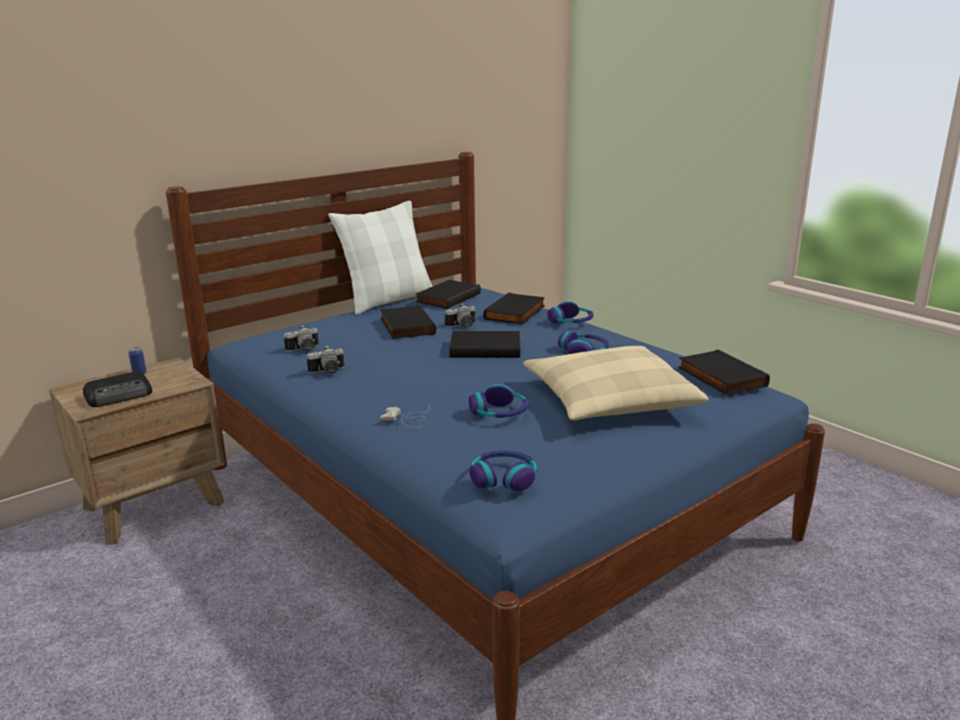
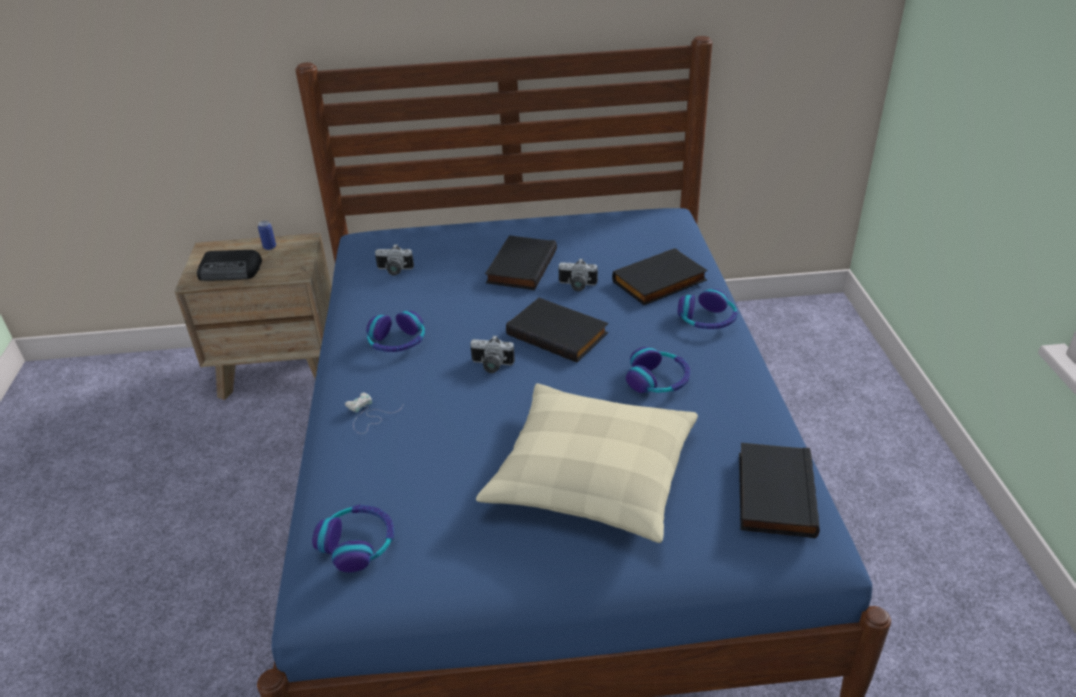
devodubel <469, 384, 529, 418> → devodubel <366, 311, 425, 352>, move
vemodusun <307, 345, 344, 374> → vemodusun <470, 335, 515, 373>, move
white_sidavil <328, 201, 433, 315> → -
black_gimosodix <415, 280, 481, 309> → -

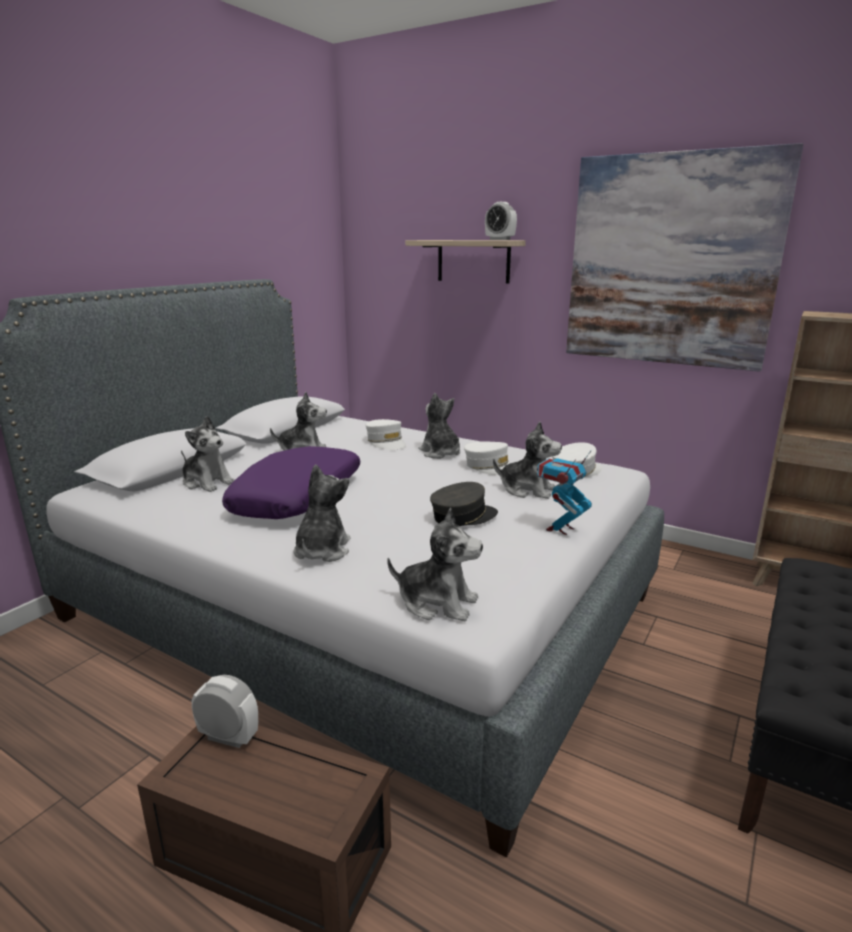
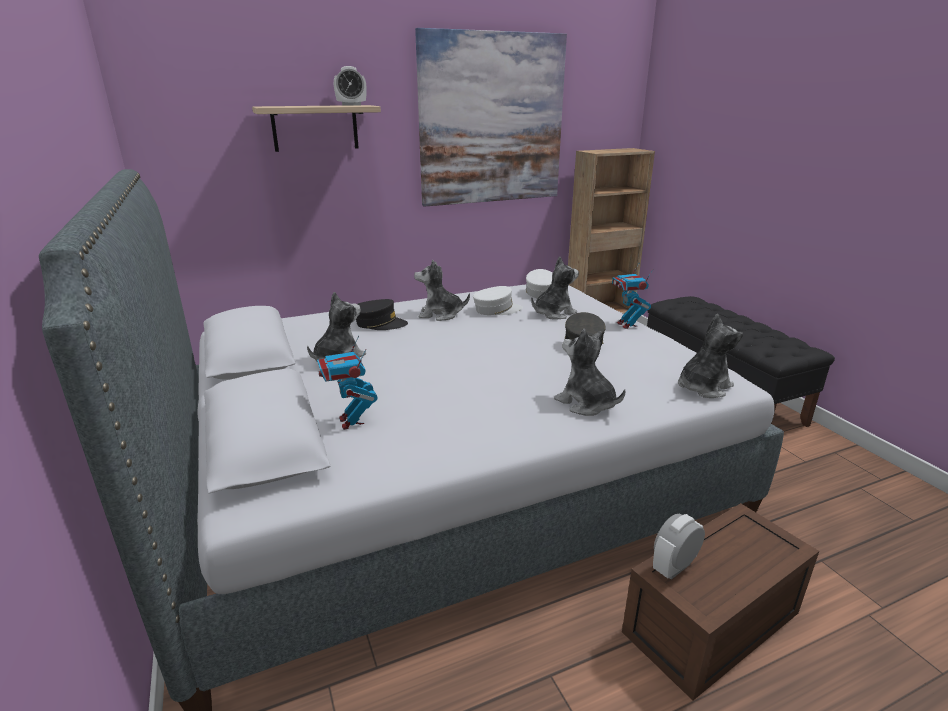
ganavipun <181, 416, 235, 492> → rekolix <317, 336, 378, 430>
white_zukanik <366, 419, 406, 450> → black_zukanik <356, 299, 408, 330>
purple_sidavil <222, 446, 360, 519> → -

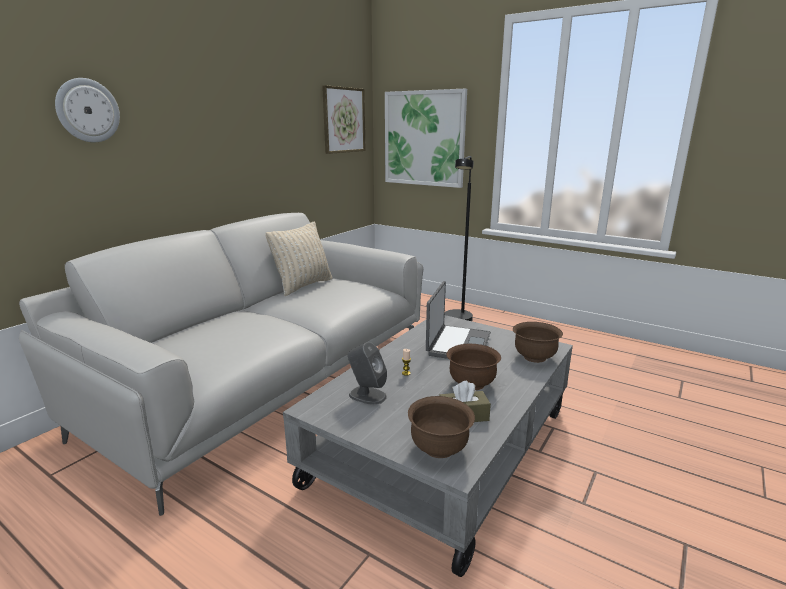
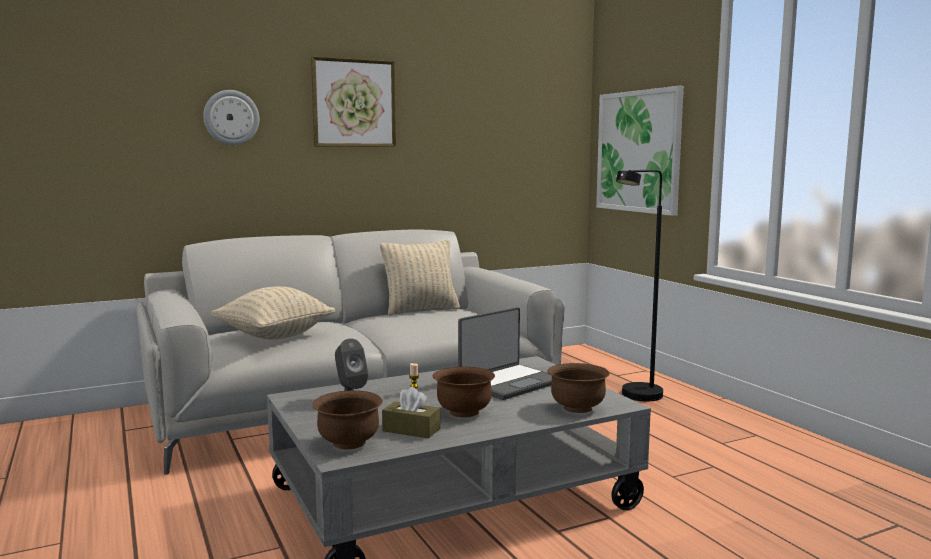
- → beige_sidavil <211, 286, 335, 340>
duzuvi <322, 85, 366, 154> → duzuvi <311, 57, 396, 147>, move

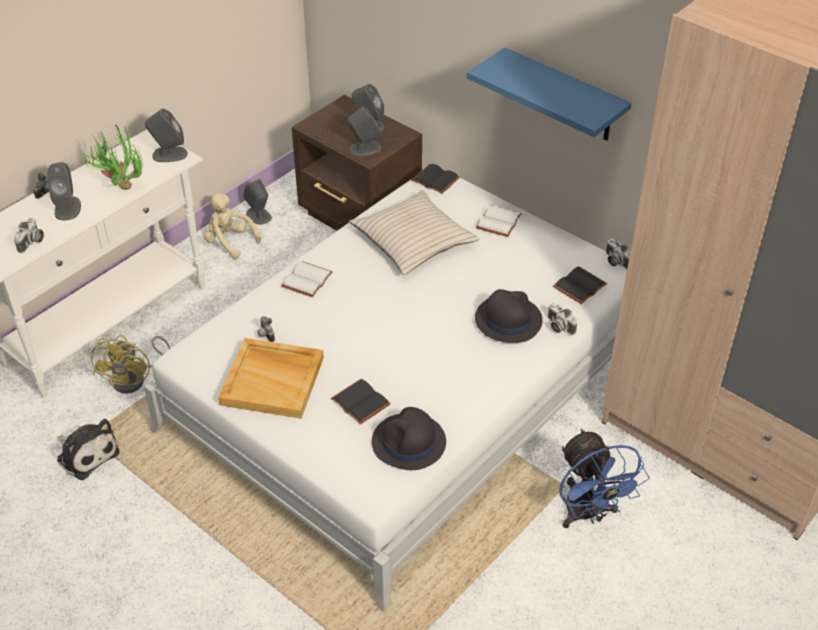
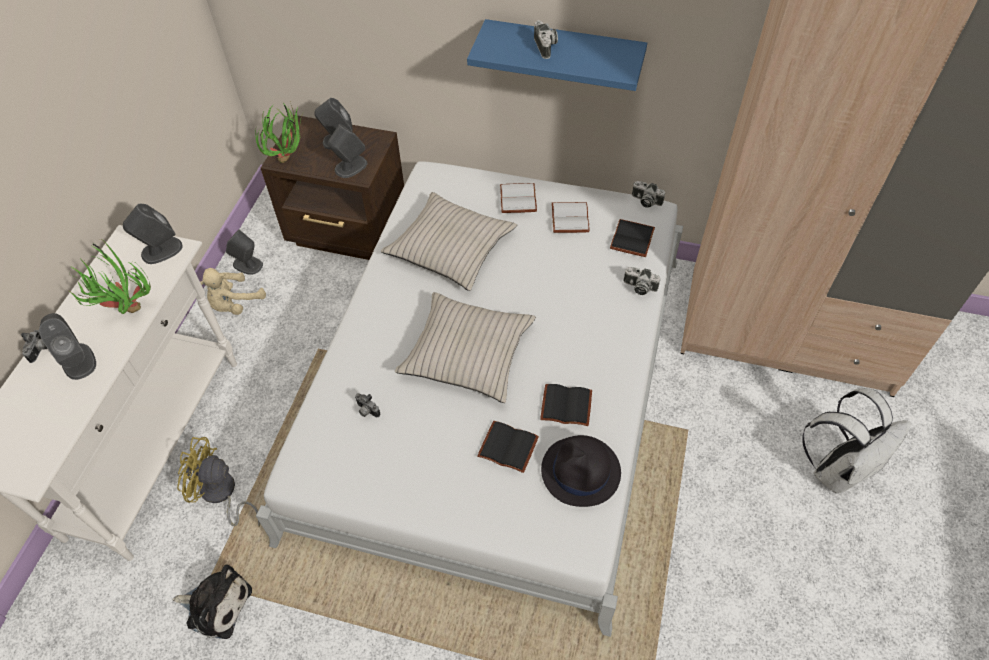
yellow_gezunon <91, 335, 170, 394> → yellow_gezunon <177, 437, 260, 526>, 120 degrees clockwise
beige_ganavipun <204, 193, 261, 259> → beige_ganavipun <200, 268, 266, 315>, 60 degrees counterclockwise
- → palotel <255, 102, 304, 163>
- → beige_sidavil <395, 292, 536, 403>
vemodusun <14, 218, 44, 253> → vemodusun <534, 20, 558, 59>, move
black_gimosodix <411, 163, 460, 194> → black_gimosodix <540, 384, 592, 426>, move
white_gimosodix <281, 261, 333, 297> → white_gimosodix <552, 202, 590, 233>, move
- → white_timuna <802, 388, 911, 493>
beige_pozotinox <218, 338, 324, 419> → -
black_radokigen <475, 289, 543, 343> → -
blue_gezunon <559, 429, 650, 528> → -

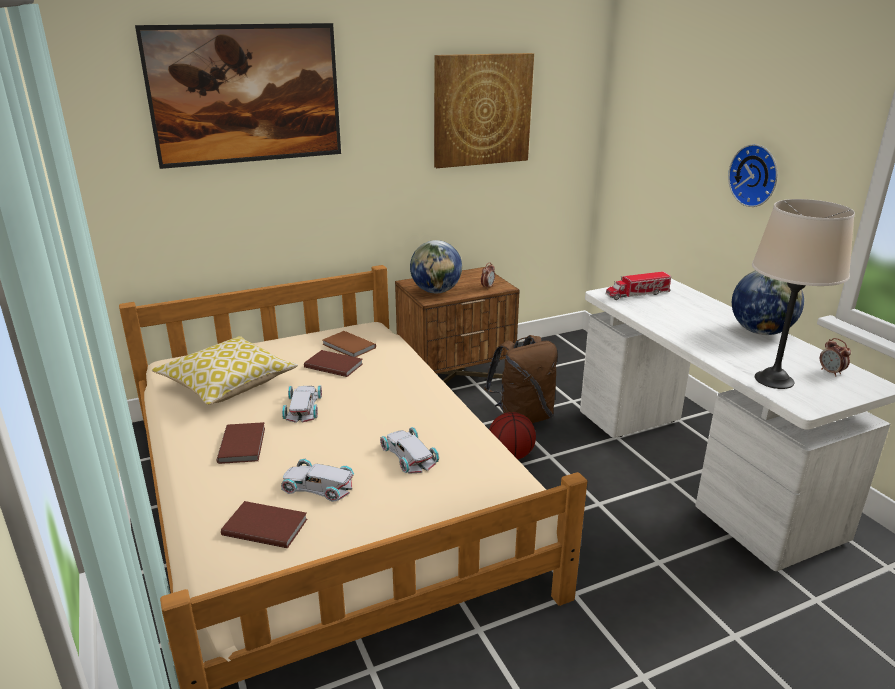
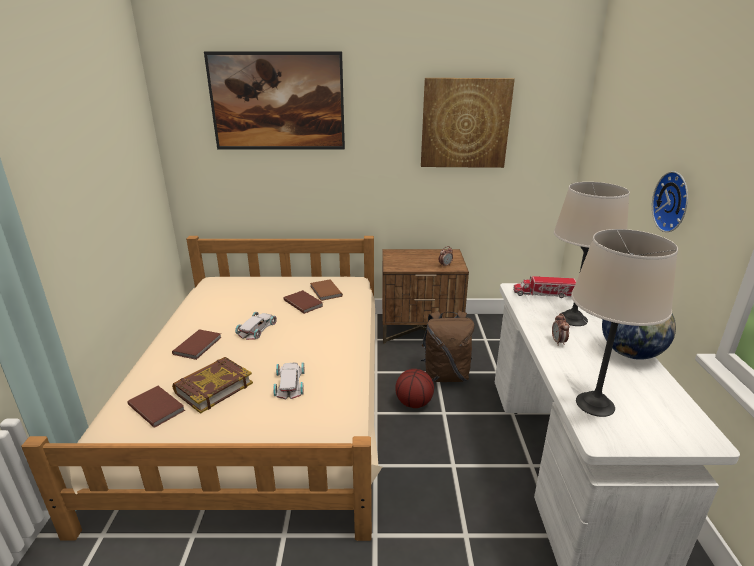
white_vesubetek <281, 459, 354, 502> → gimosodix <172, 357, 253, 414>
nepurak <820, 338, 851, 377> → nepurak <552, 313, 570, 346>, move
- → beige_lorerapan <554, 182, 630, 326>
sidavil <152, 336, 298, 405> → -
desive <410, 240, 462, 293> → -

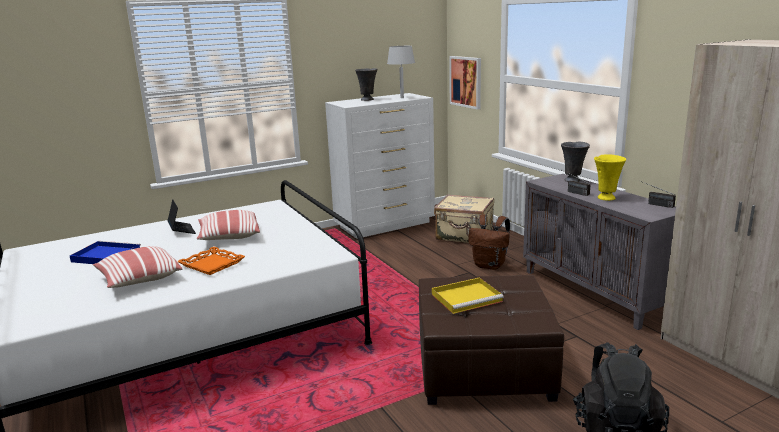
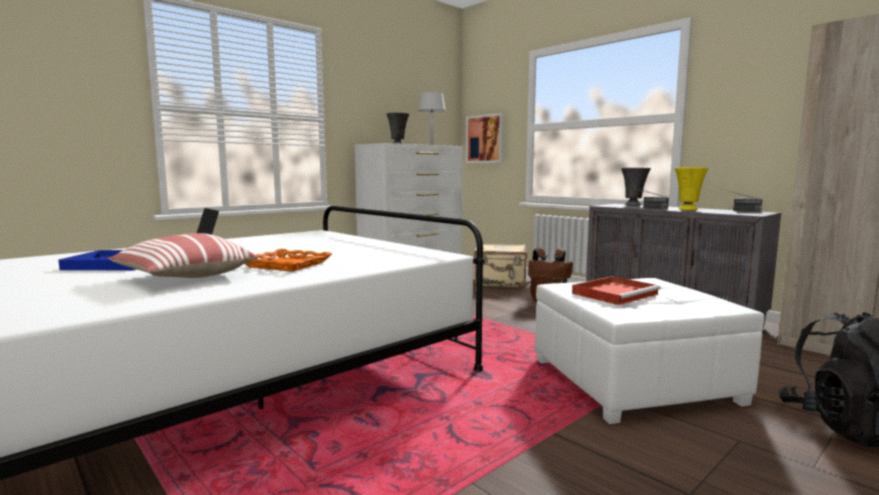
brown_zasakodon <419, 275, 564, 405> → white_zasakodon <535, 278, 764, 424>
yellow_pozotinox <432, 277, 504, 314> → red_pozotinox <572, 276, 661, 305>
sidavil <197, 210, 260, 240> → -

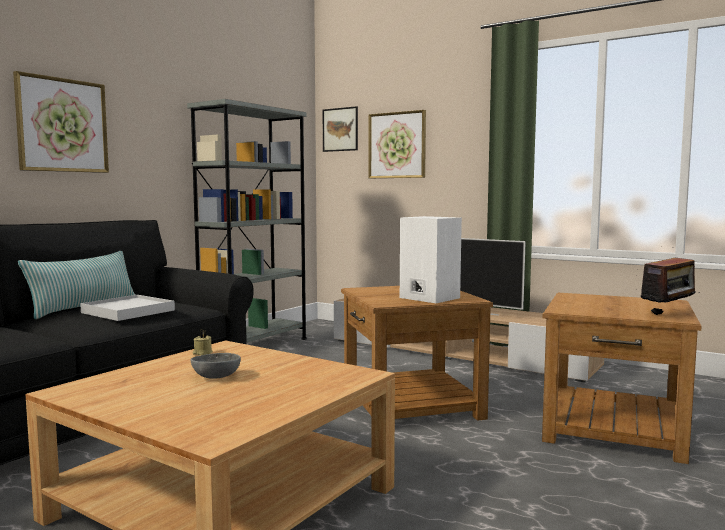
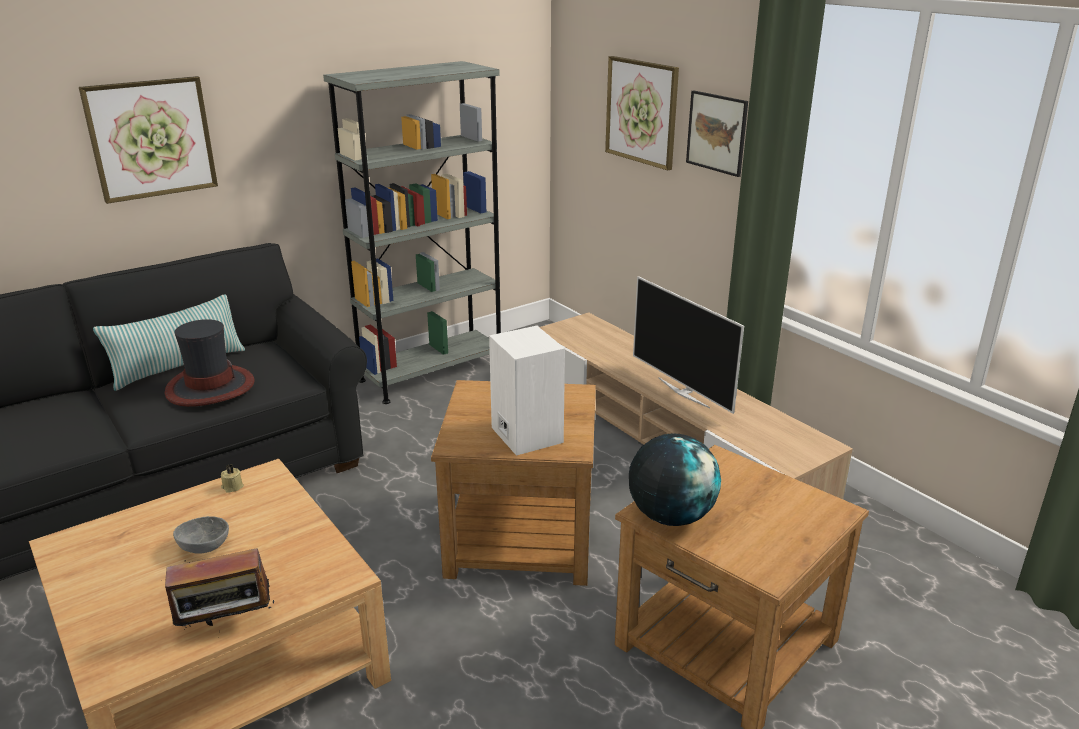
white_pozotinox <80, 295, 175, 321> → radokigen <165, 319, 254, 407>
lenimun <637, 247, 700, 315> → lenimun <165, 546, 275, 633>, move
- → desive <629, 434, 721, 526>
duzuvi <323, 106, 358, 152> → duzuvi <686, 90, 748, 177>, move

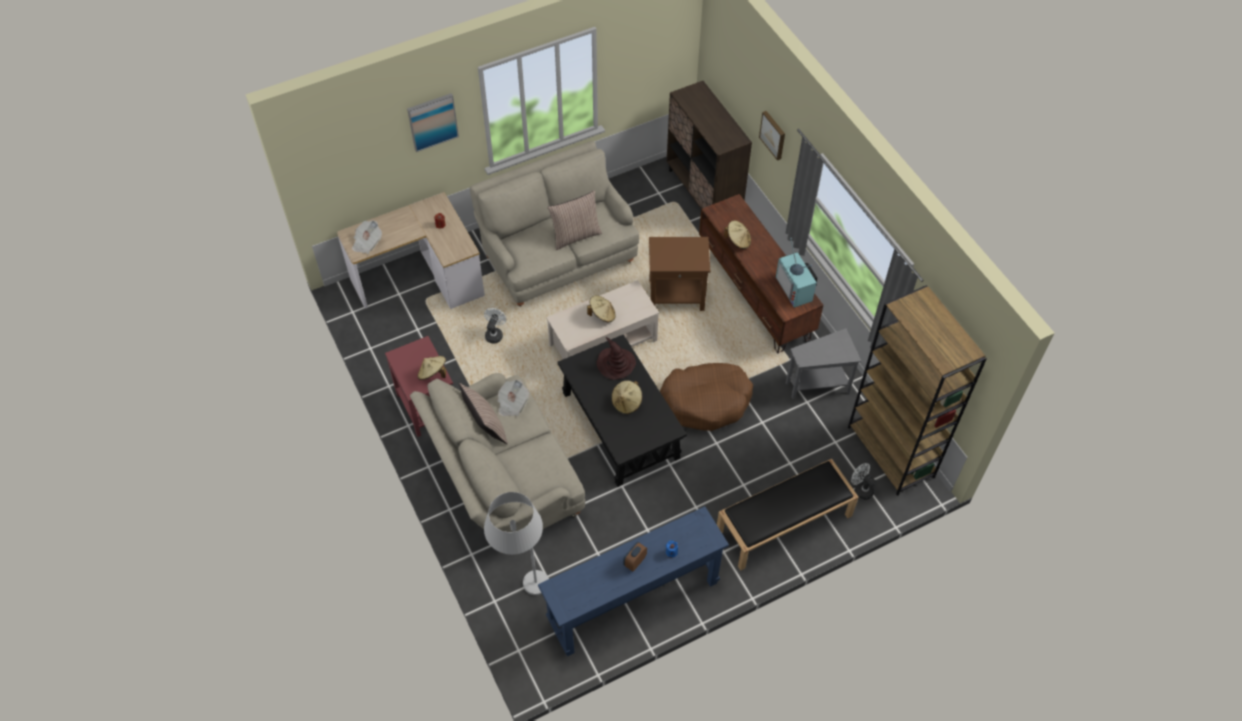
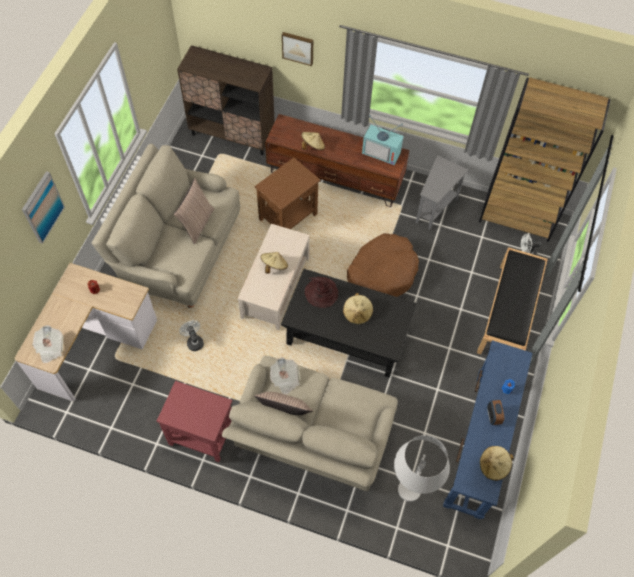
beige_radokigen <418, 356, 446, 380> → beige_radokigen <480, 446, 514, 481>, move

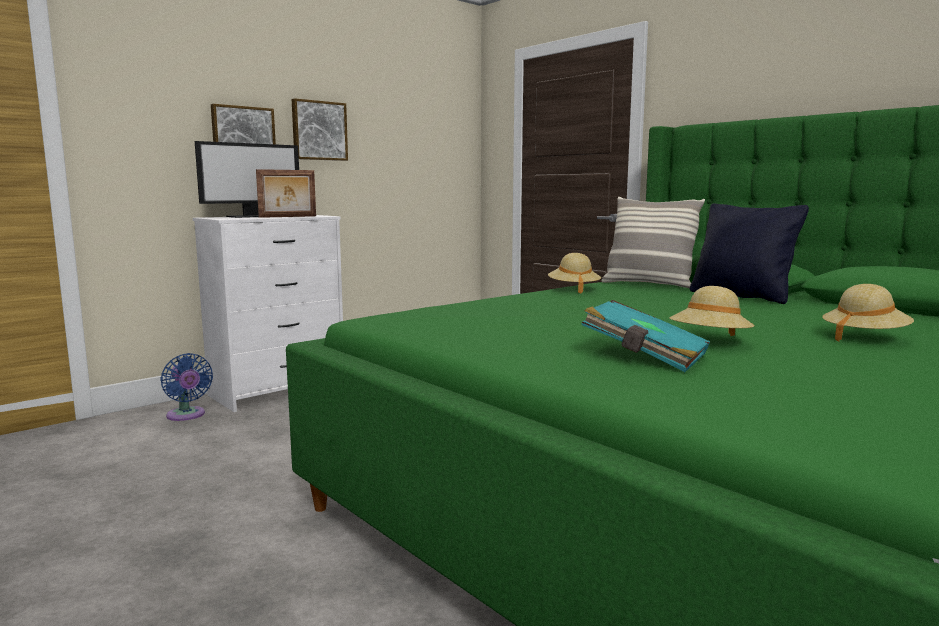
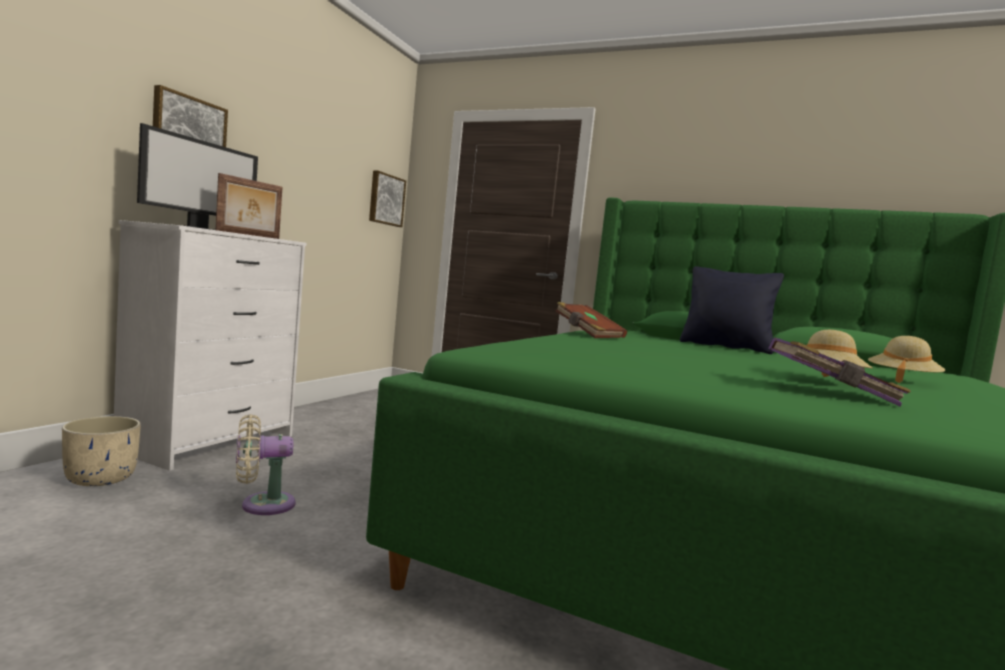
blue_gezunon <160, 353, 213, 421> → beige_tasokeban <62, 416, 141, 486>
- → beige_gezunon <236, 414, 296, 515>
duzuvi <292, 98, 348, 161> → duzuvi <369, 170, 406, 227>, move
beige_radokigen <548, 253, 601, 294> → brown_gimosodix <555, 302, 627, 338>
turquoise_gimosodix <581, 300, 710, 372> → purple_gimosodix <768, 337, 911, 407>
sidavil <602, 197, 705, 288> → -

